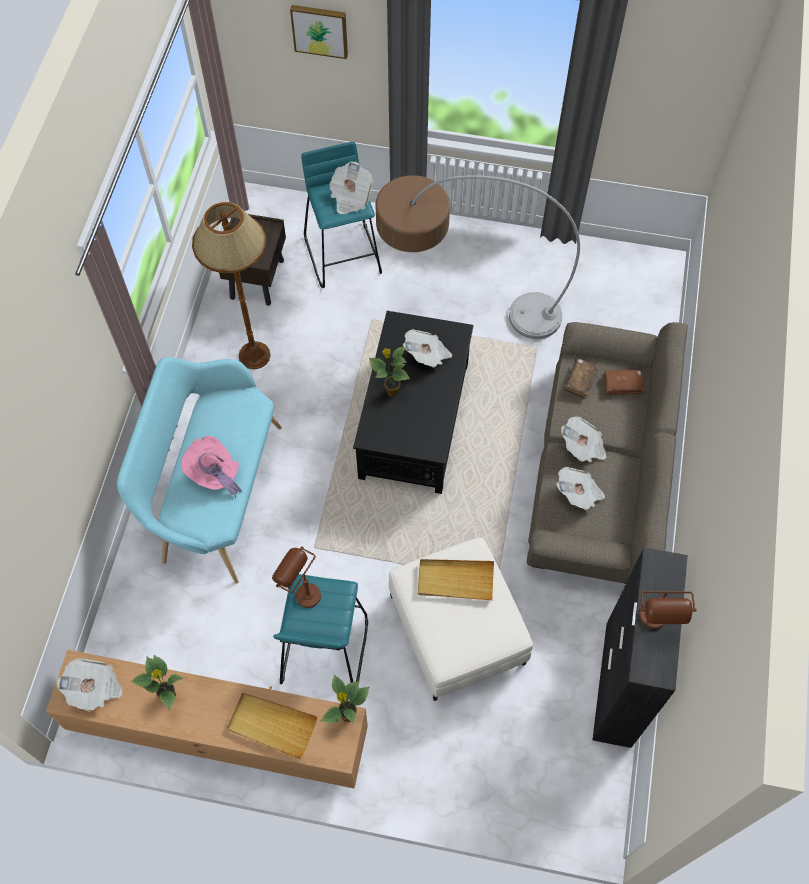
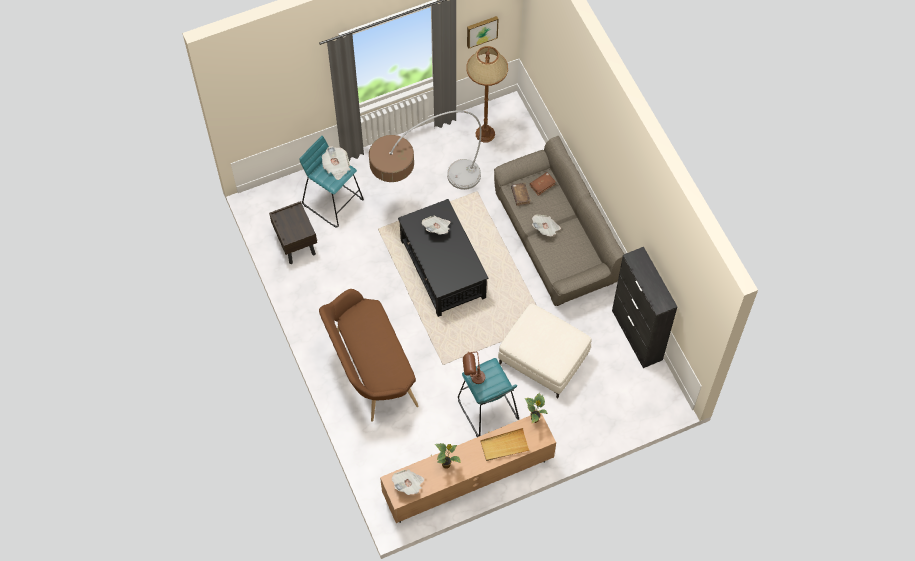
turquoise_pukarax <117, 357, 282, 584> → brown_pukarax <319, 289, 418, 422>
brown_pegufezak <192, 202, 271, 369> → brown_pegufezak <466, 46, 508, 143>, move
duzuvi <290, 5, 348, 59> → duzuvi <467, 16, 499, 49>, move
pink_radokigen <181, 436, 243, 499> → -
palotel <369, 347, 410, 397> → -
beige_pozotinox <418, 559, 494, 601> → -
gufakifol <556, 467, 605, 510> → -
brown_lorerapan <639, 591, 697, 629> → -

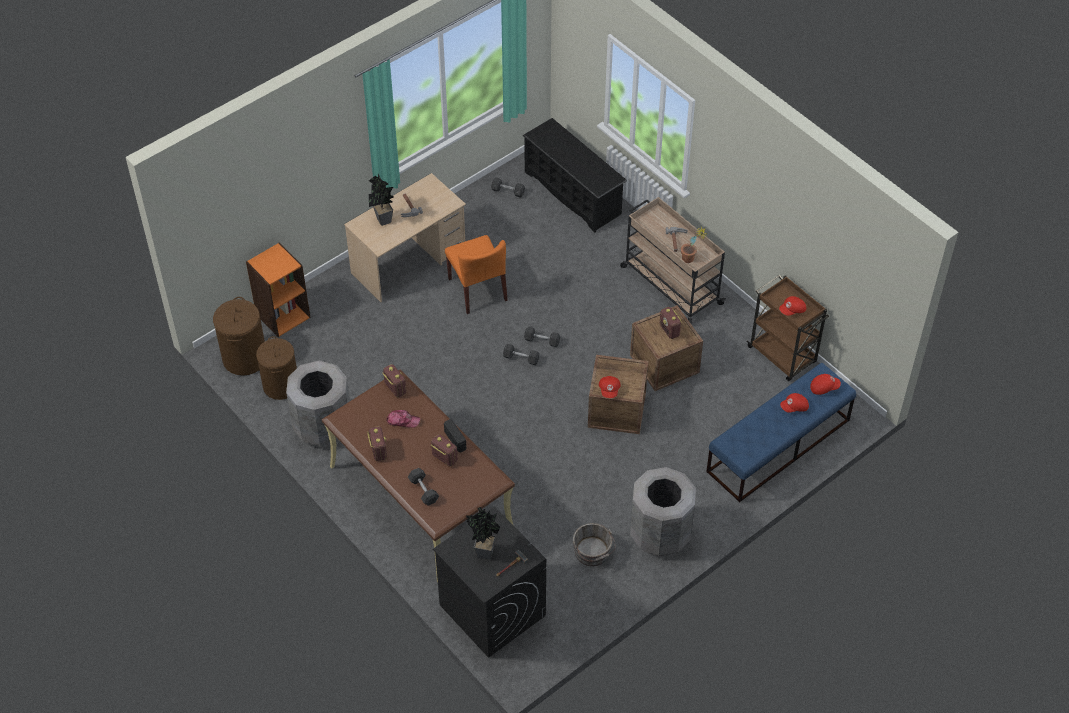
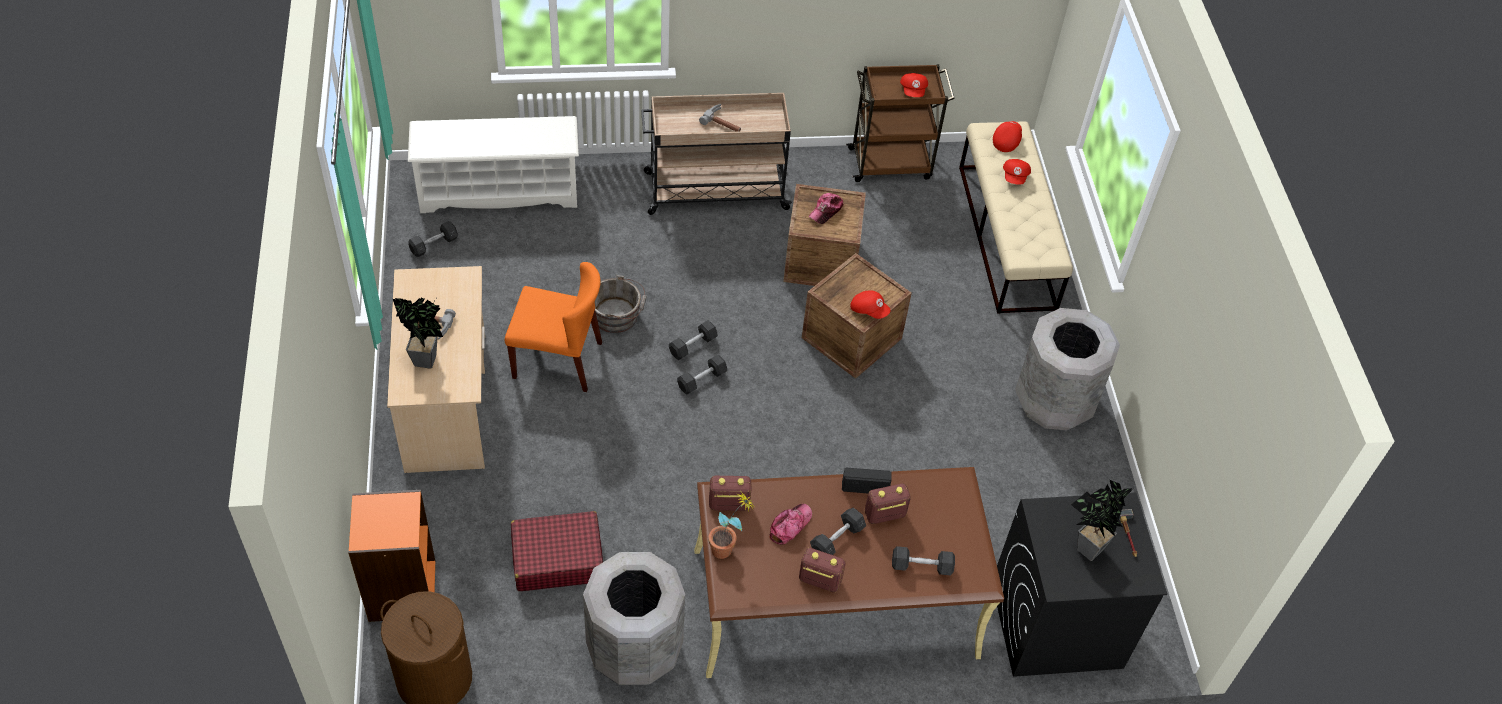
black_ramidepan <523, 118, 627, 233> → white_ramidepan <408, 116, 579, 213>
- → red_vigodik <511, 511, 603, 591>
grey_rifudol <572, 523, 616, 566> → grey_rifudol <595, 275, 647, 333>, move
palotel <681, 227, 708, 263> → palotel <708, 492, 755, 559>, move
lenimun <660, 307, 682, 339> → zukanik <809, 193, 843, 224>
- → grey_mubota <810, 508, 866, 555>
blue_pukarax <706, 363, 856, 502> → beige_pukarax <959, 121, 1073, 314>
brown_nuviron <256, 336, 297, 400> → -

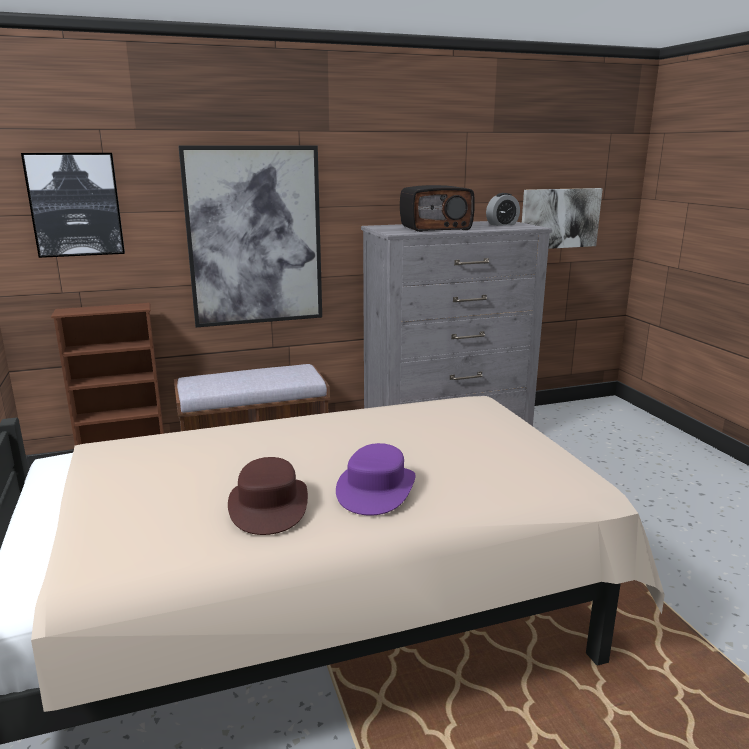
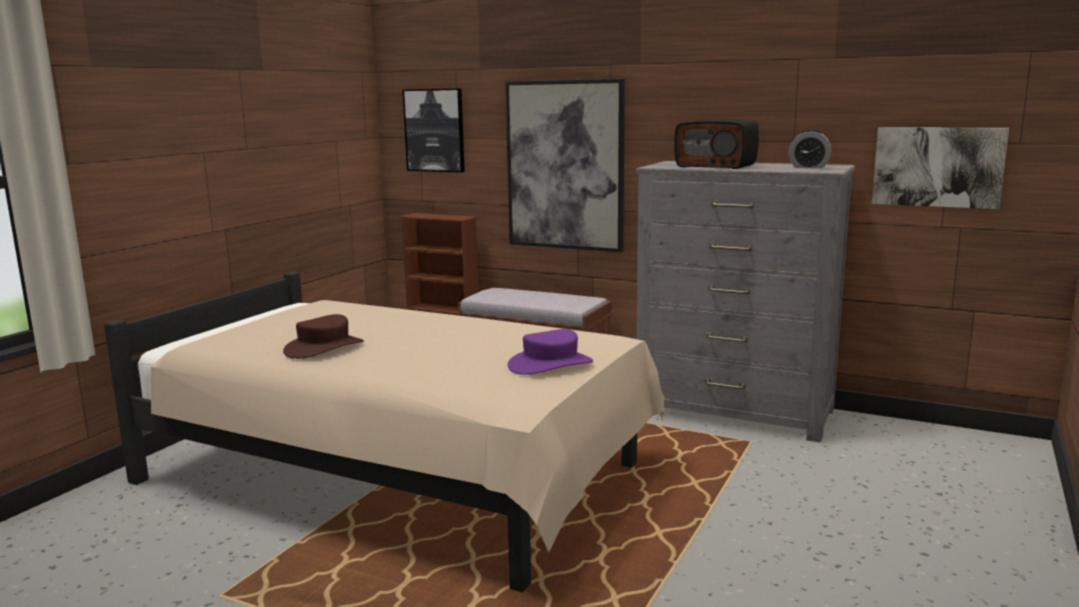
purple_radokigen <336, 443, 416, 516> → purple_radokigen <508, 329, 593, 375>, move

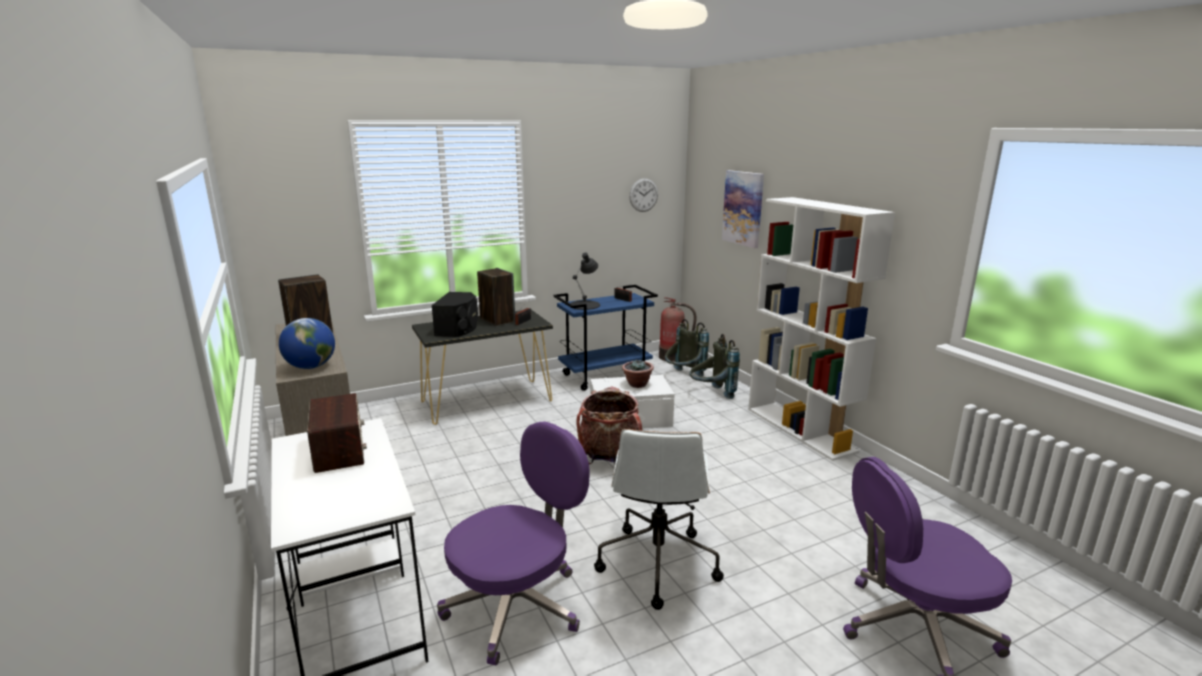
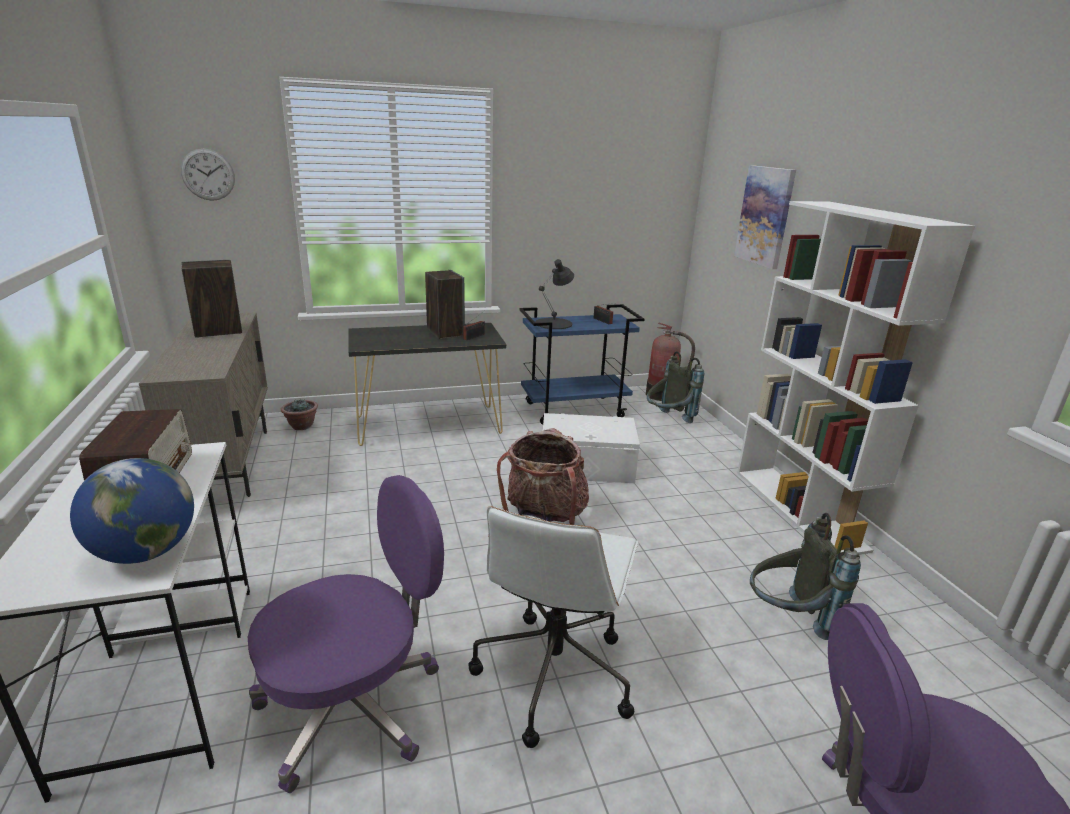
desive <279, 318, 335, 369> → desive <70, 458, 194, 564>, move
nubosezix <629, 178, 658, 212> → nubosezix <181, 149, 235, 201>, move
palotel <622, 359, 654, 388> → palotel <281, 398, 318, 430>, move
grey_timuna <689, 334, 740, 399> → grey_timuna <750, 513, 861, 640>, move
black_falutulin <432, 292, 478, 337> → -

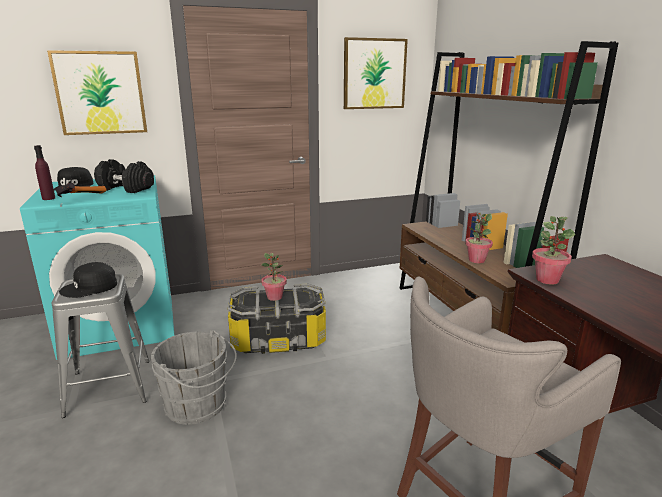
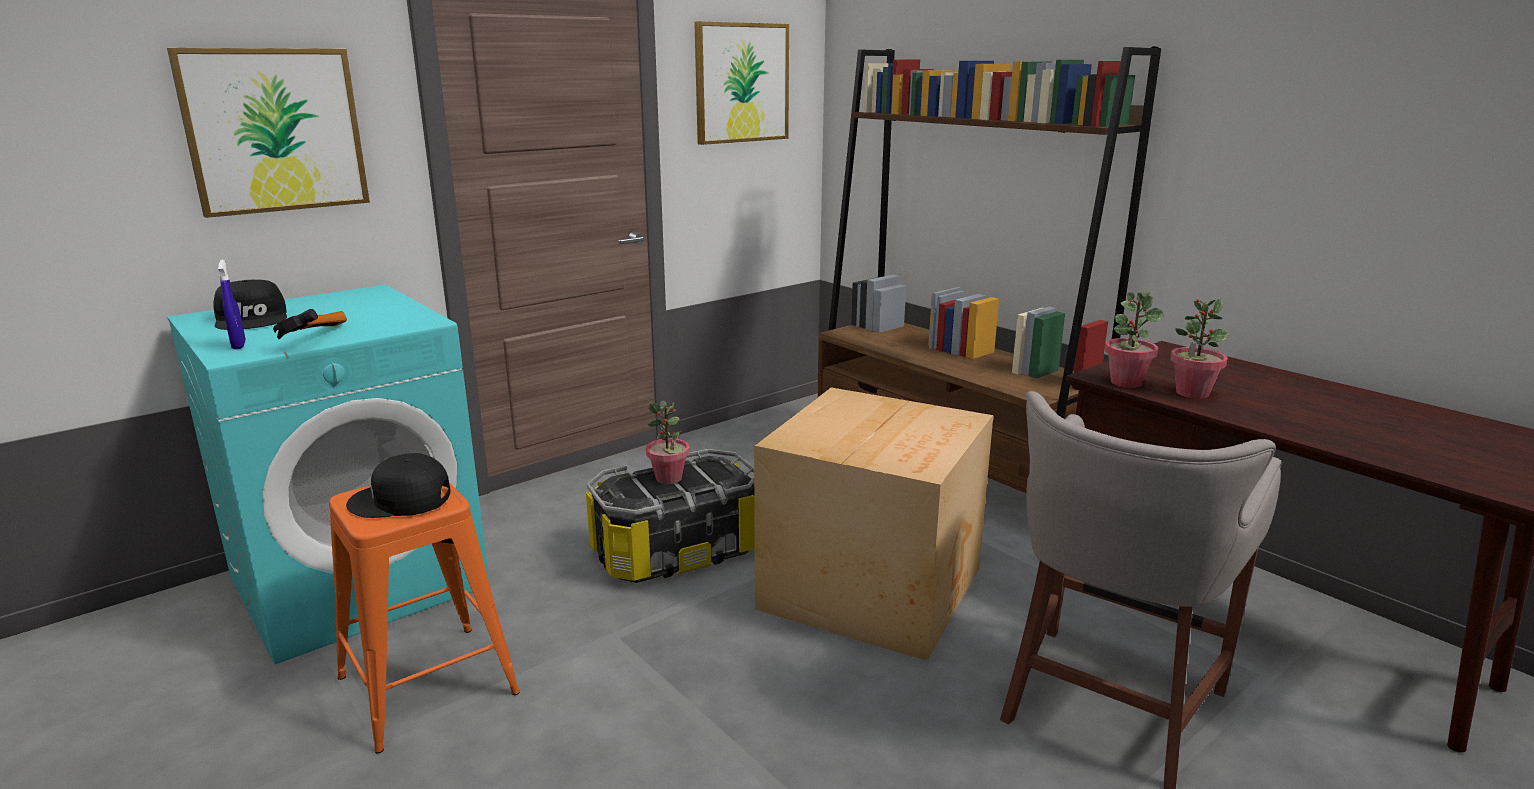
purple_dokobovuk <34, 145, 55, 200> → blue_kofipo <218, 259, 246, 349>
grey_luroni <52, 274, 150, 418> → orange_luroni <329, 483, 520, 753>
black_zukanik <59, 262, 117, 298> → black_zukanik <346, 453, 451, 518>, 45 degrees clockwise
- → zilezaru <754, 387, 994, 661>
palotel <465, 213, 493, 263> → palotel <1170, 298, 1229, 399>, move
black_mubota <94, 159, 154, 193> → -
grey_rifudol <151, 330, 237, 425> → -

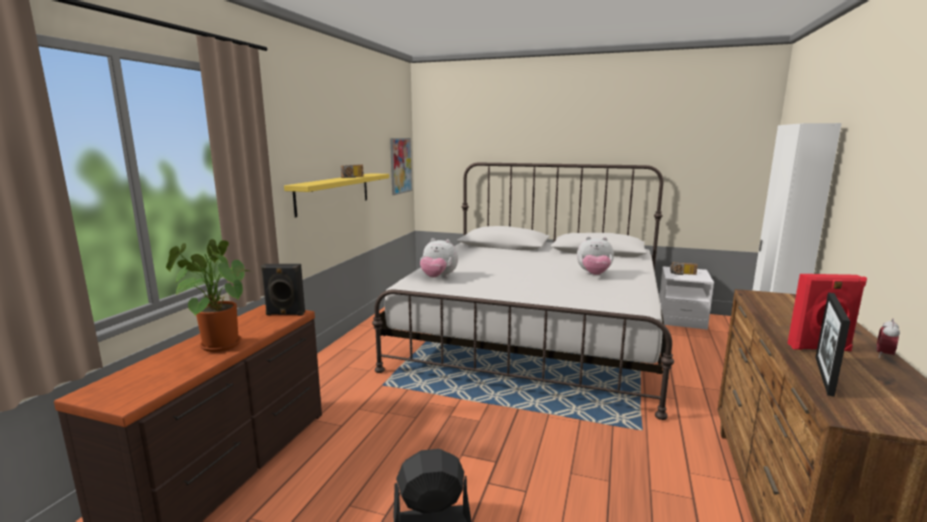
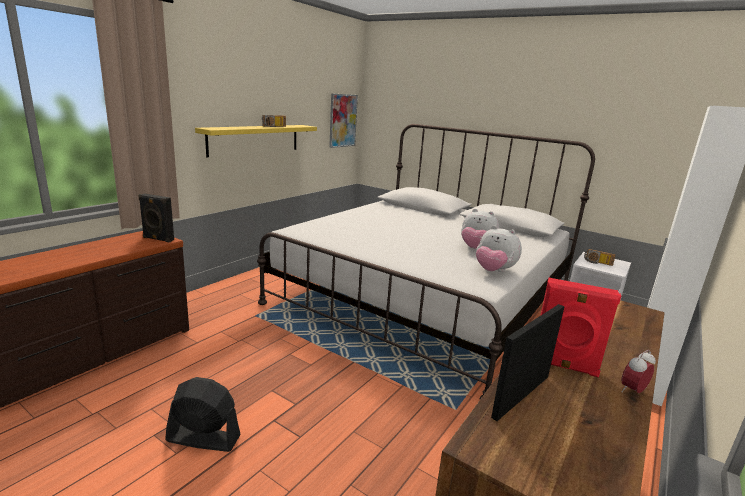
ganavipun <420, 238, 458, 278> → ganavipun <476, 225, 522, 272>, move
palotel <166, 239, 249, 352> → -

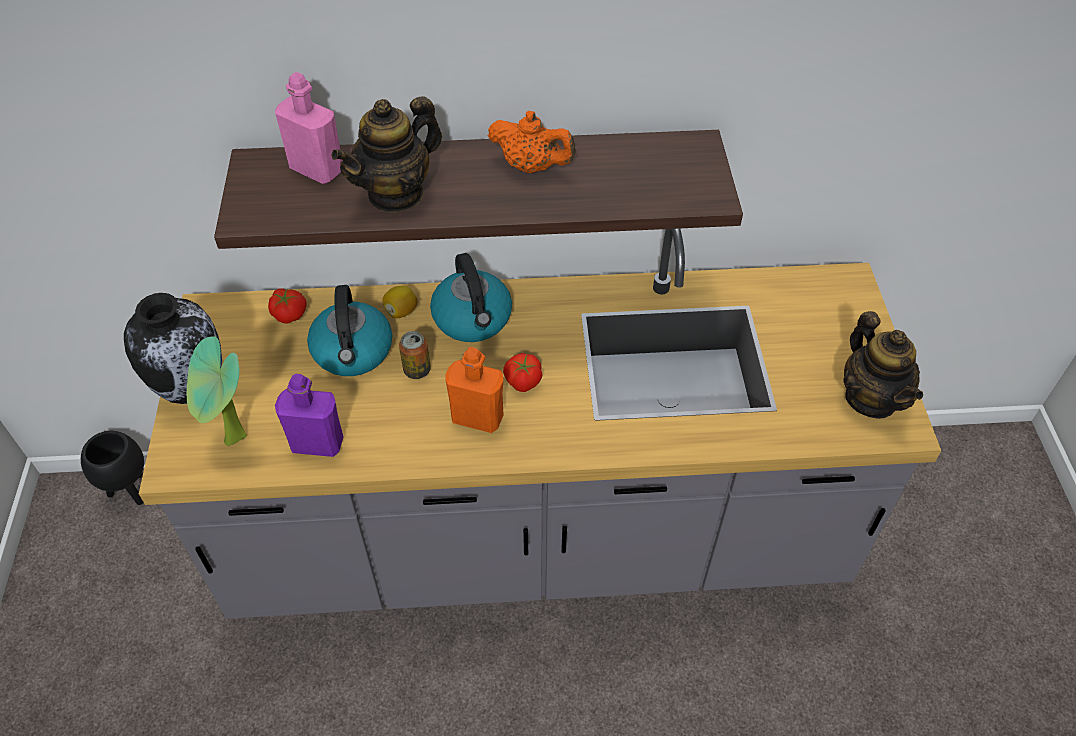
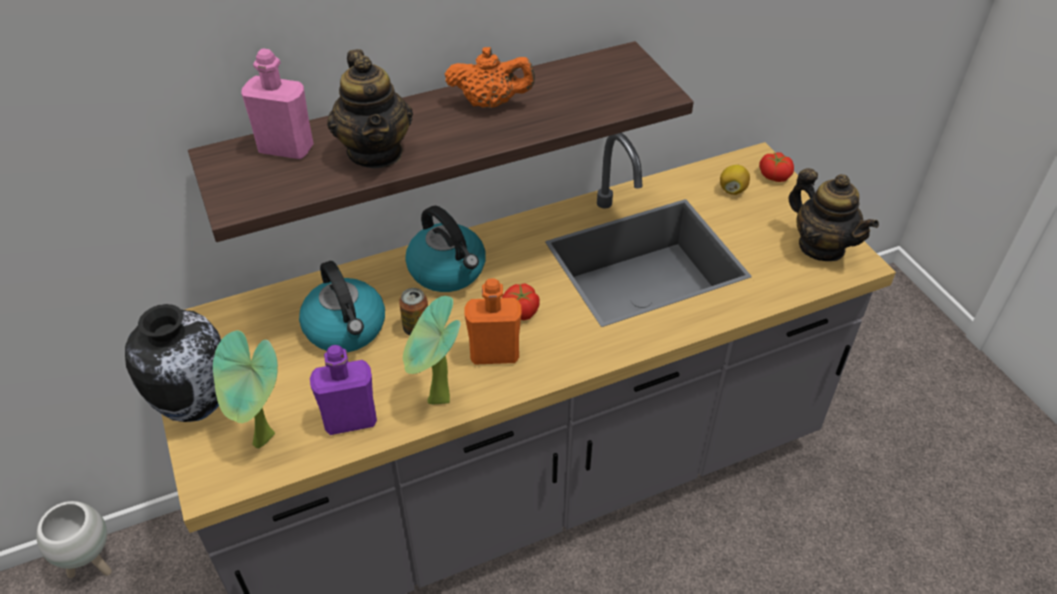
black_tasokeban <81, 431, 144, 505> → white_tasokeban <36, 501, 112, 578>
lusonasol <331, 96, 442, 213> → lusonasol <327, 49, 413, 168>, 45 degrees counterclockwise
- → palotel <403, 296, 461, 404>
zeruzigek <383, 286, 418, 318> → zeruzigek <720, 165, 750, 195>, move
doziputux <268, 288, 307, 324> → doziputux <759, 152, 794, 182>, move

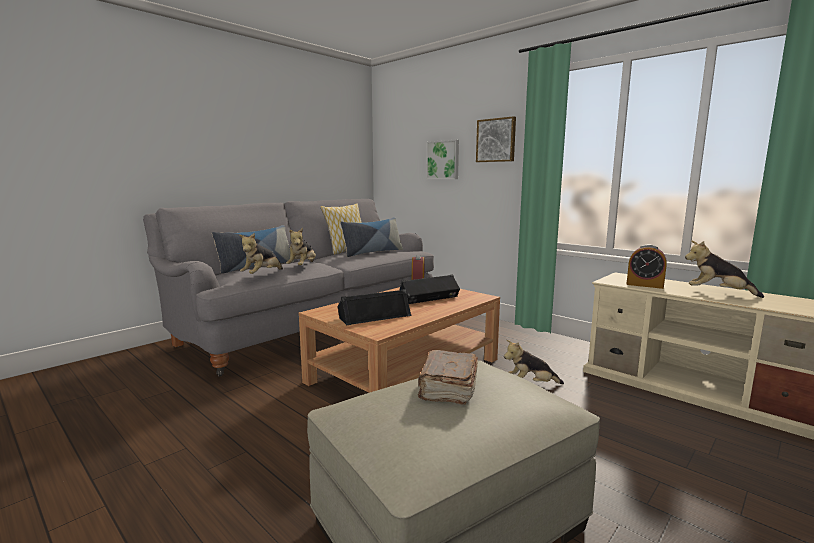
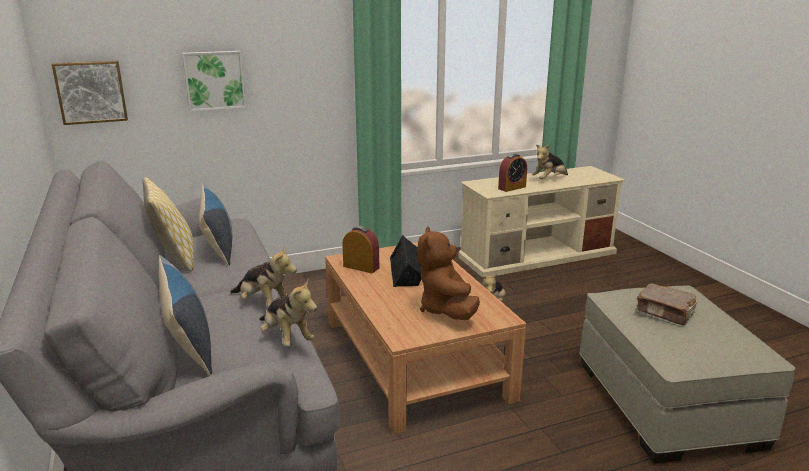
duzuvi <476, 116, 516, 162> → duzuvi <52, 60, 128, 125>, move
black_falutulin <337, 289, 411, 325> → brown_ganavipun <417, 227, 480, 320>

